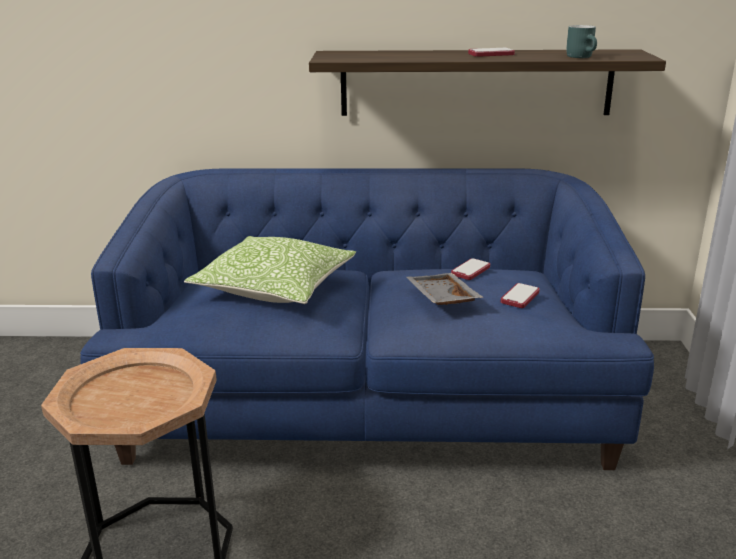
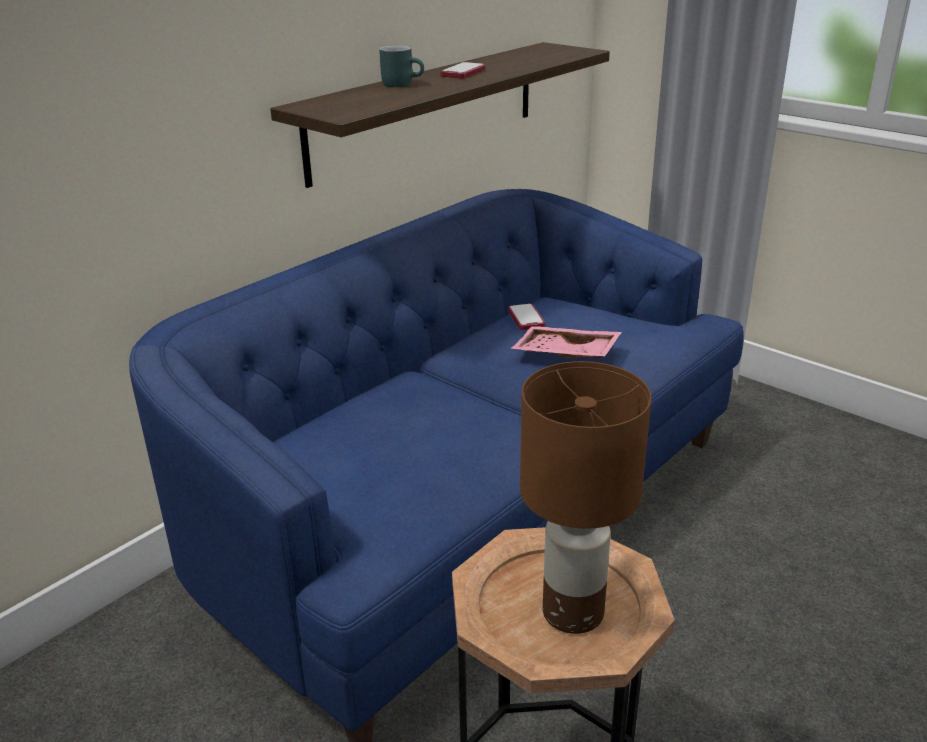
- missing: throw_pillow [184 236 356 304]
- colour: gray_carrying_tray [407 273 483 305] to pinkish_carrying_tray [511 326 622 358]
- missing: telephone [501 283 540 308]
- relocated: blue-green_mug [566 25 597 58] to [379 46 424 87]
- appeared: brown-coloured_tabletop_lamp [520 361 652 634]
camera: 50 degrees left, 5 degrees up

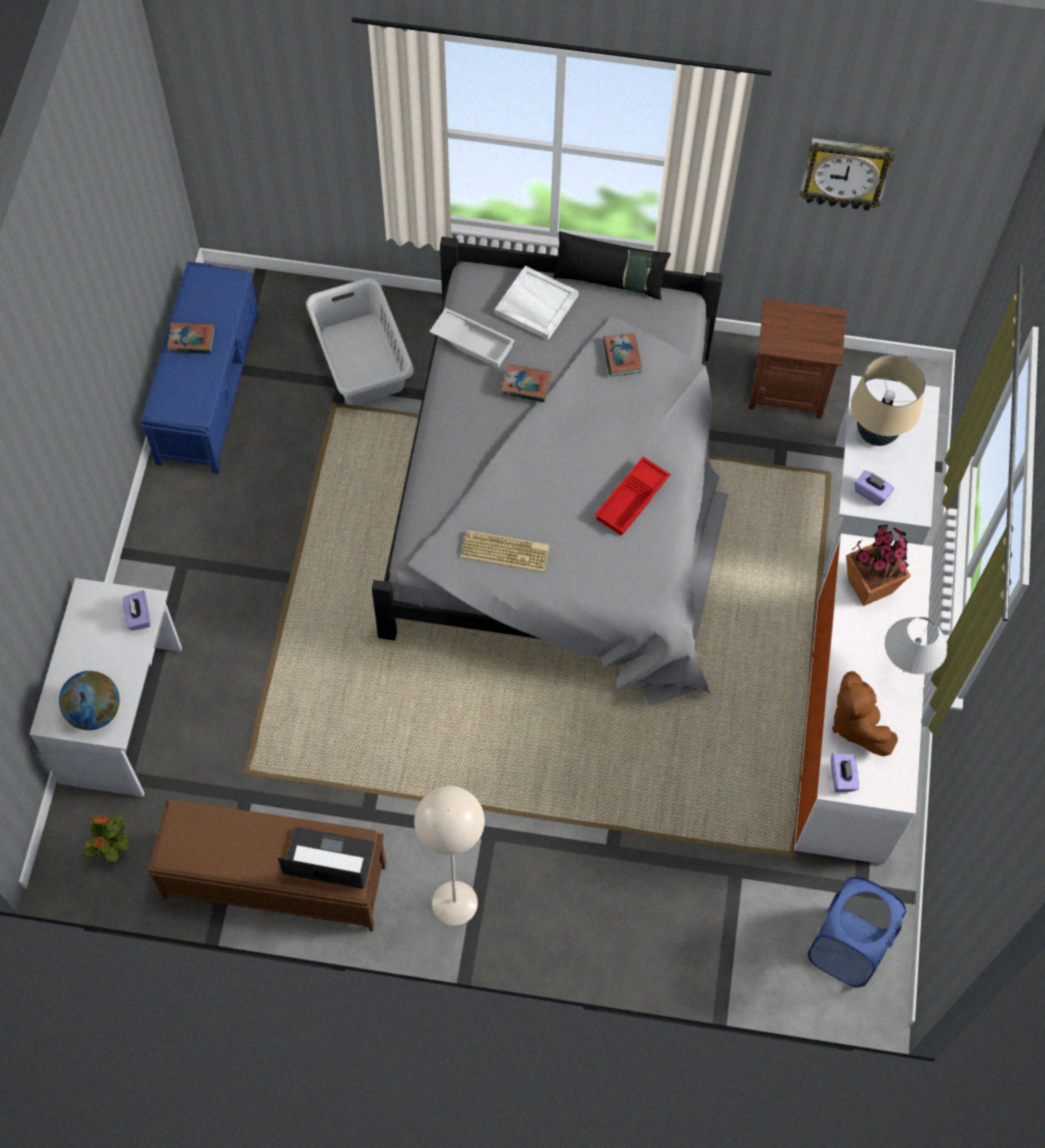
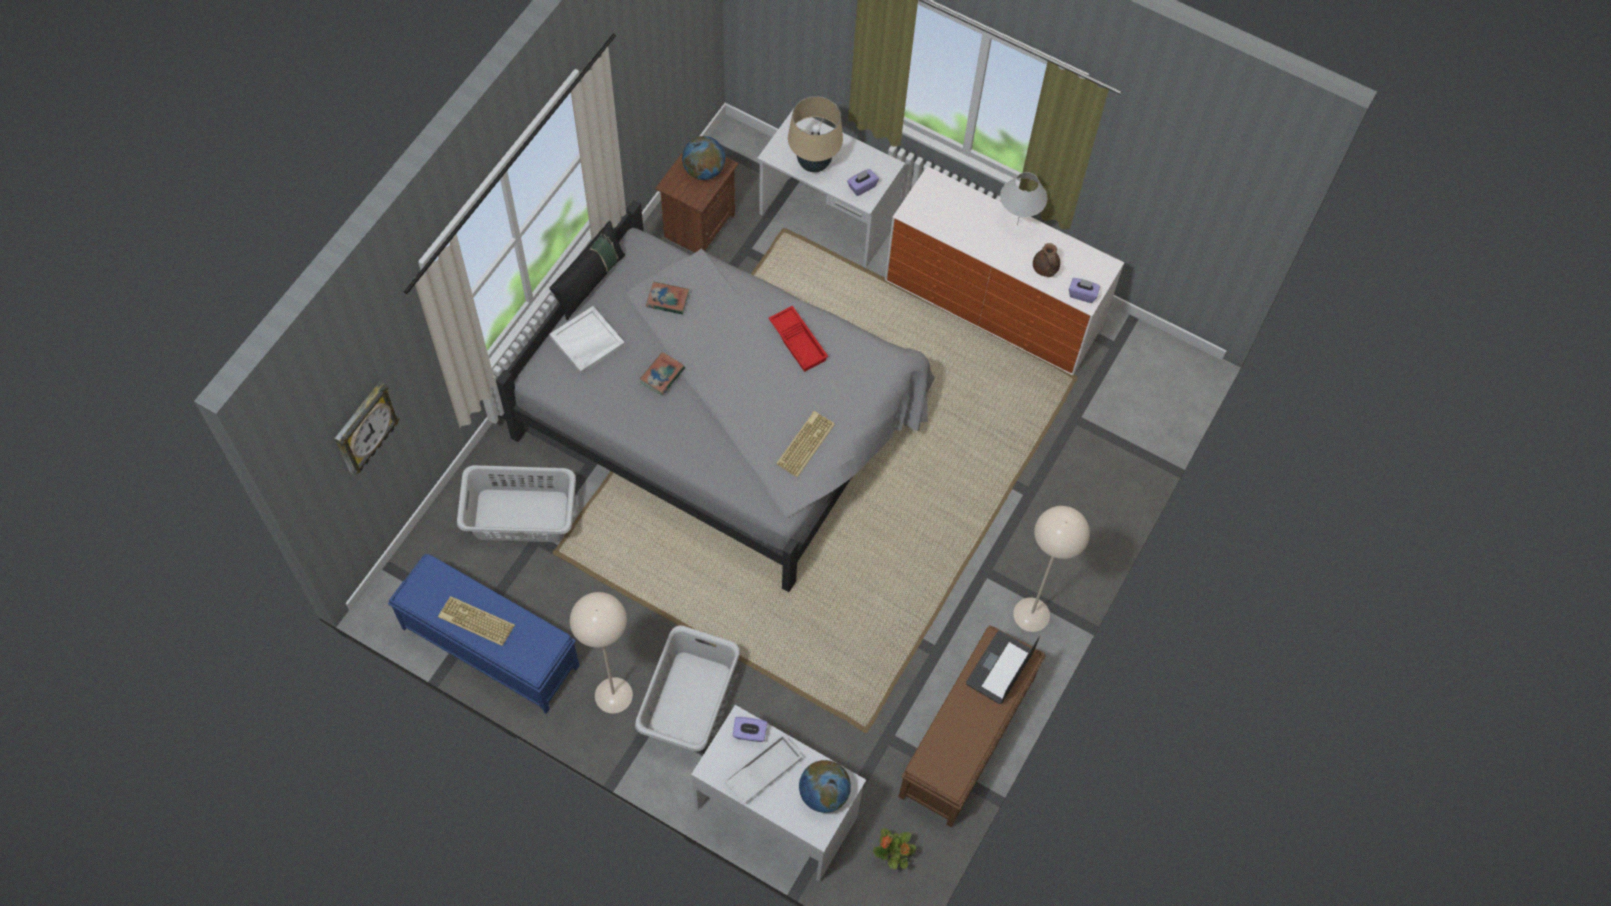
- exchanged: volume [167 322 214 354] to PC_keyboard [438 596 515 646]
- relocated: whitish_carrying_tray [429 308 515 368] to [723 733 803 804]
- relocated: clock_on_the_wall [799 137 895 211] to [334 381 400 475]
- missing: bluish_hamper [807 877 906 987]
- exchanged: brown-coloured_soft_toy [832 671 898 756] to brown-coloured_tea_pot [1033 243 1060 277]
- missing: potted_plant [846 525 911 606]
- appeared: sand-coloured_floor_lamp [570 592 633 713]
- appeared: gray_hamper [635 625 740 751]
- appeared: world_globe [682 136 726 180]
camera: 70 degrees left, 0 degrees up

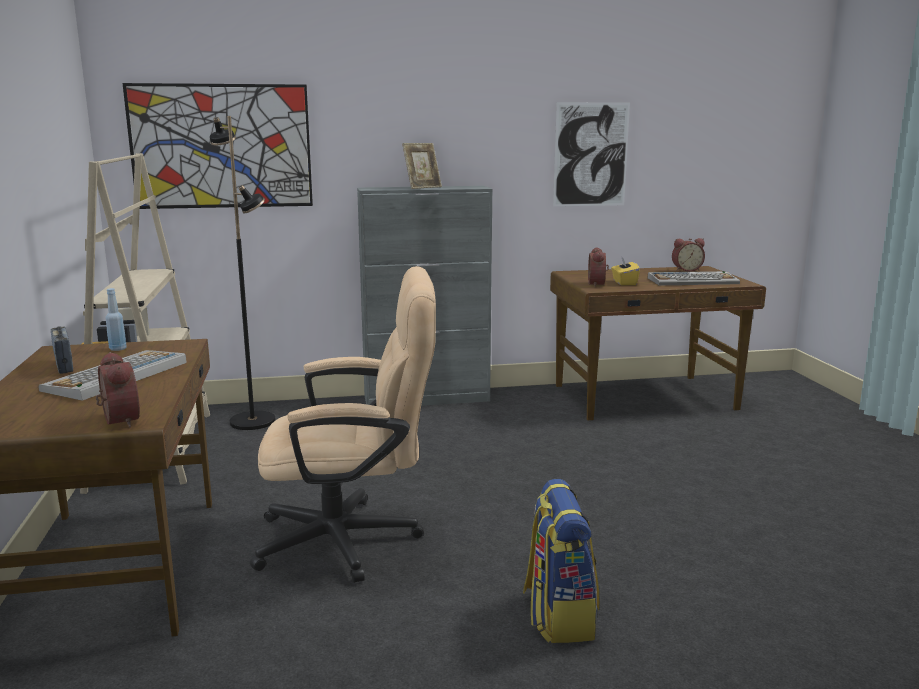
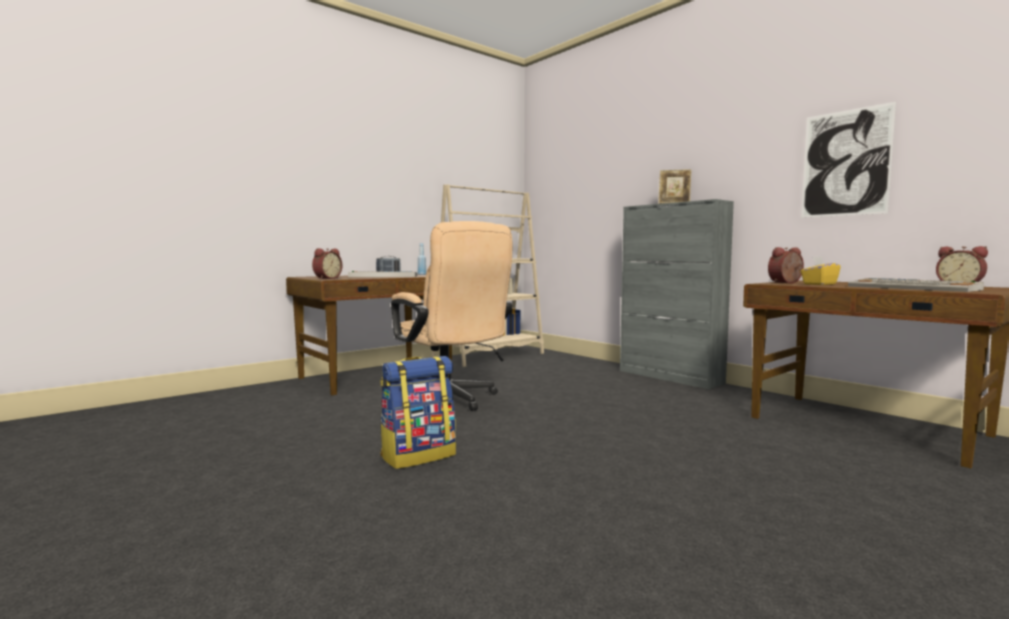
- missing: picture [122 83 313 209]
- missing: black-coloured_floor_lamp [210 116 275 430]
camera: 60 degrees right, 10 degrees down

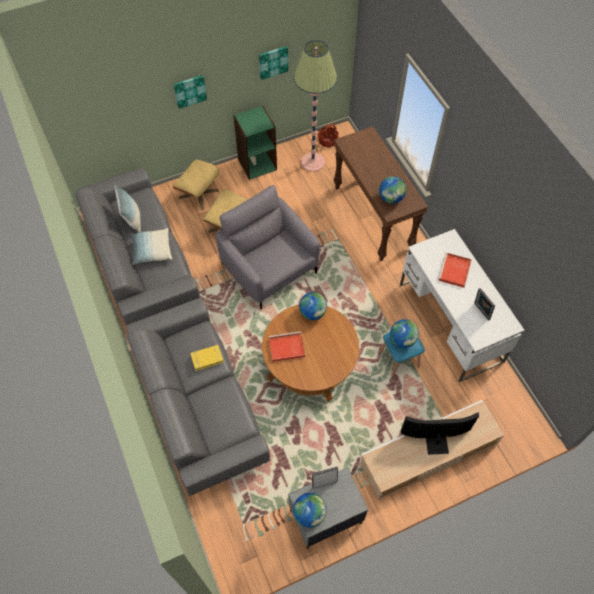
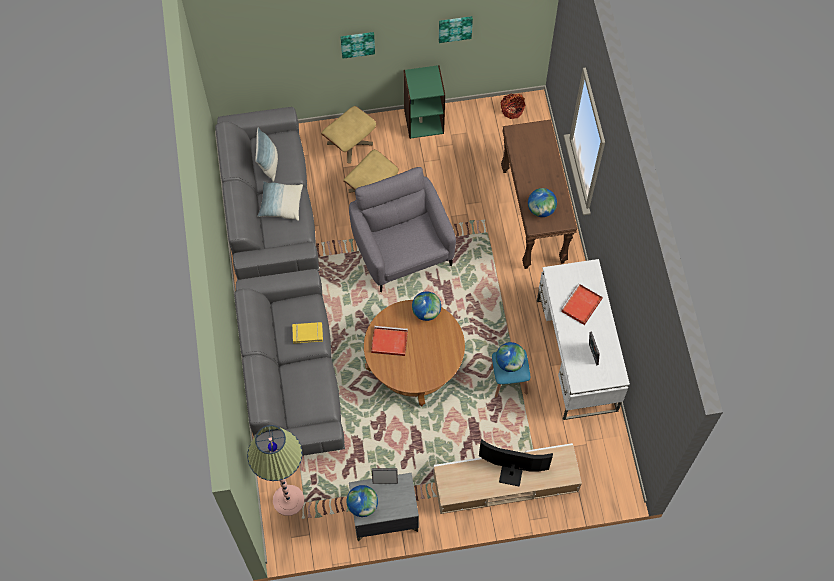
- relocated: floor_lamp [294 40 337 172] to [247 425 304 516]
camera: 15 degrees right, 5 degrees up

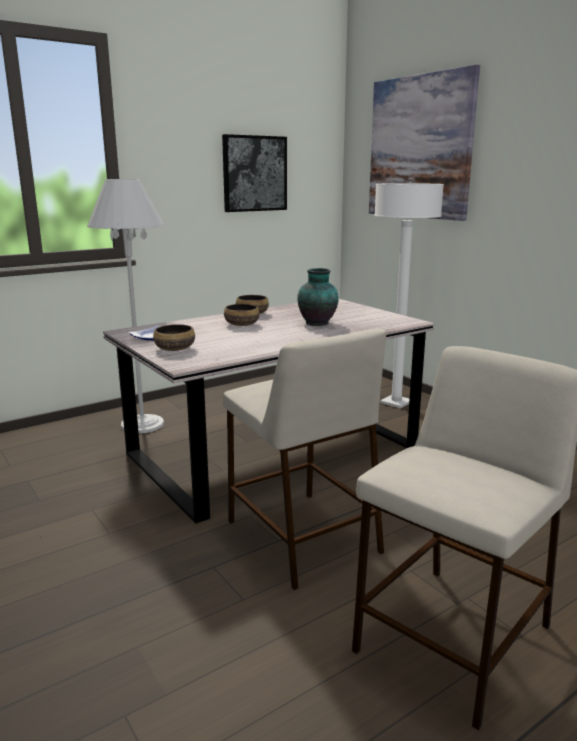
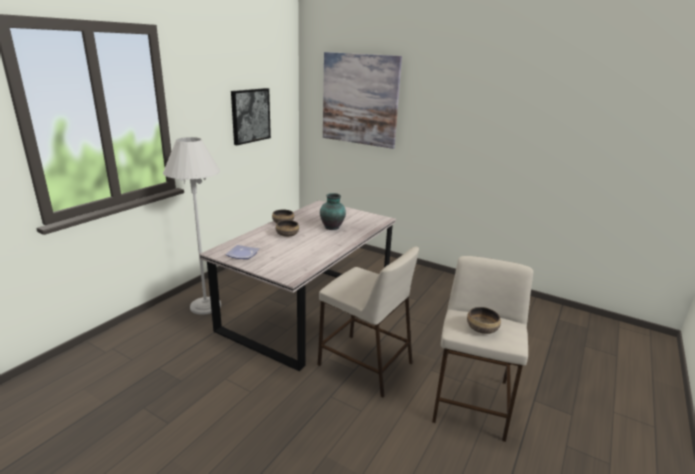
- relocated: bowl [153 324 195 351] to [467 307 501 334]
- missing: whitish_floor_lamp [374 183 444 408]
camera: 25 degrees left, 5 degrees up

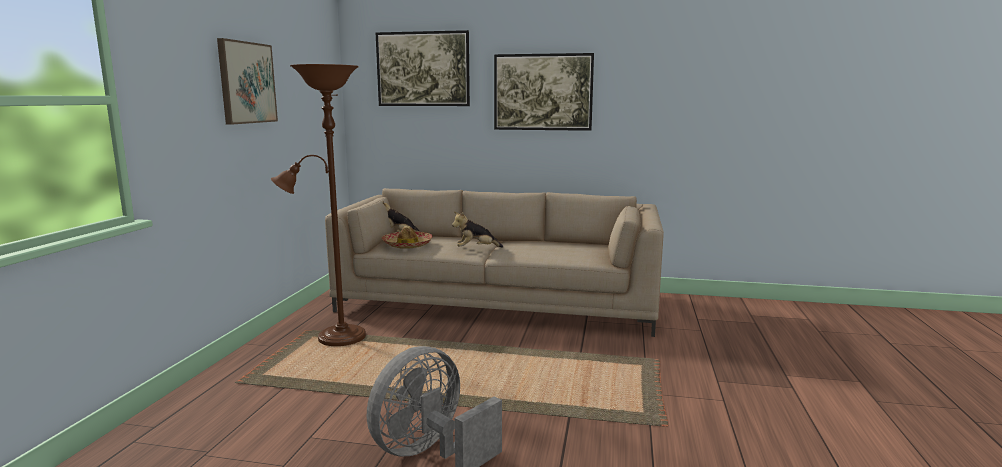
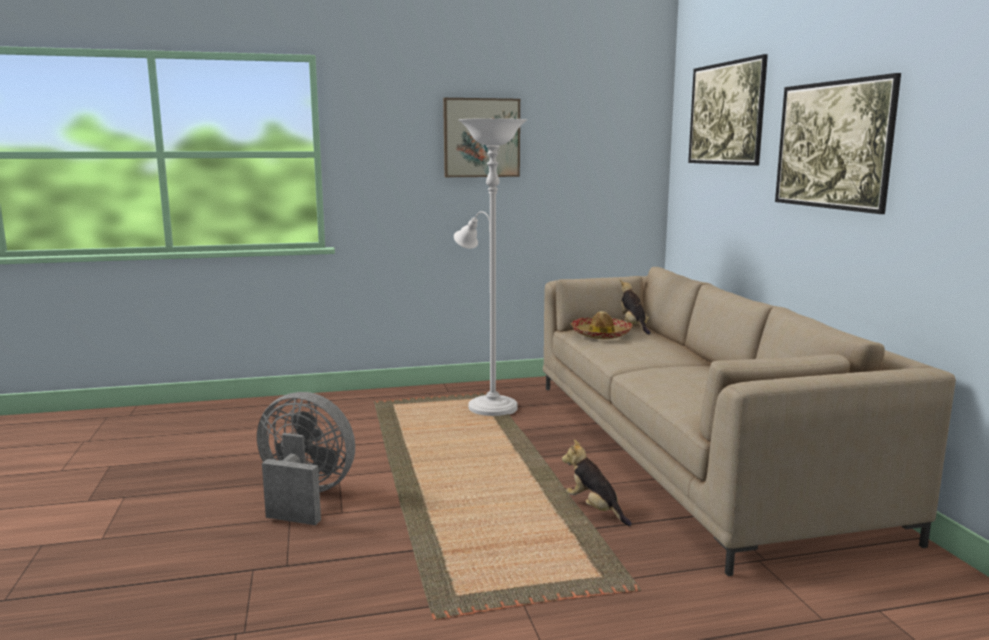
- colour: brown-coloured_floor_lamp [271 64 366 346] to whitish_floor_lamp [454 118 527 416]
- relocated: soft_toy [452 212 503 248] to [562 439 632 526]
camera: 65 degrees right, 0 degrees up

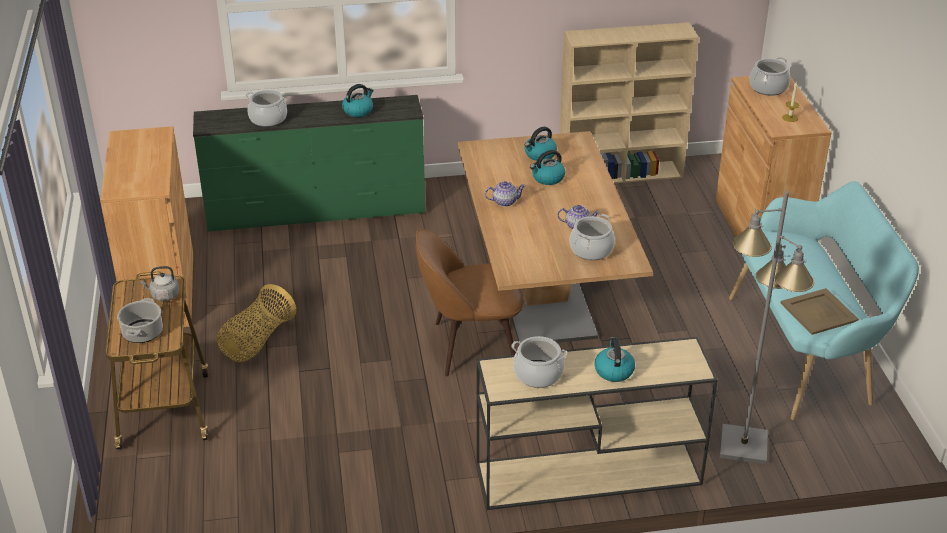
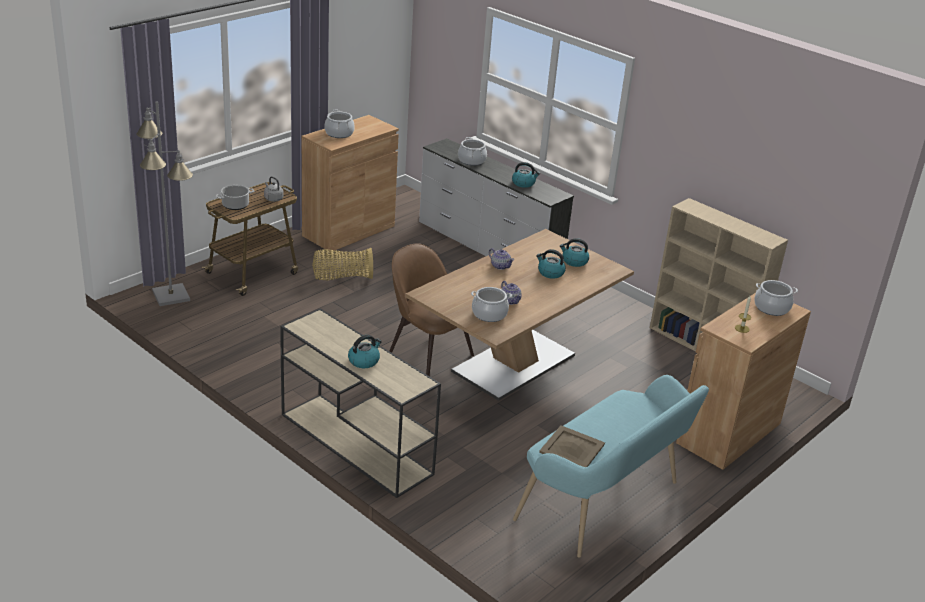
- colour: green_dresser [193 95 425 232] to whitish_dresser [419 138 574 256]
- relocated: stockpot [511 336 567 388] to [324 110 355 138]
- relocated: gray_floor_lamp [720 191 814 464] to [136 101 193 306]
camera: 50 degrees right, 5 degrees down

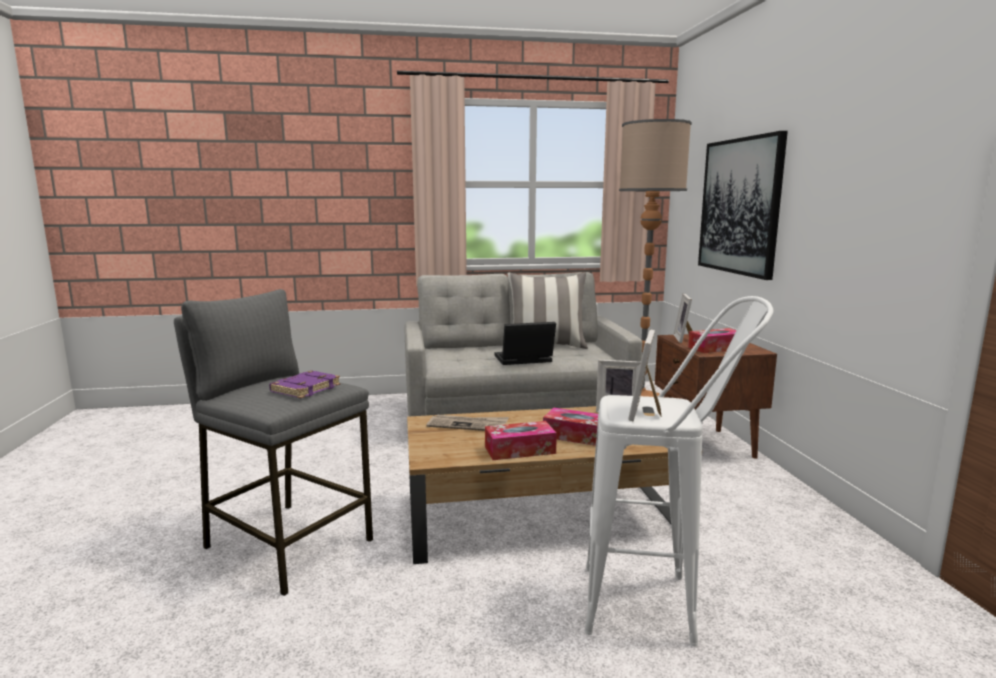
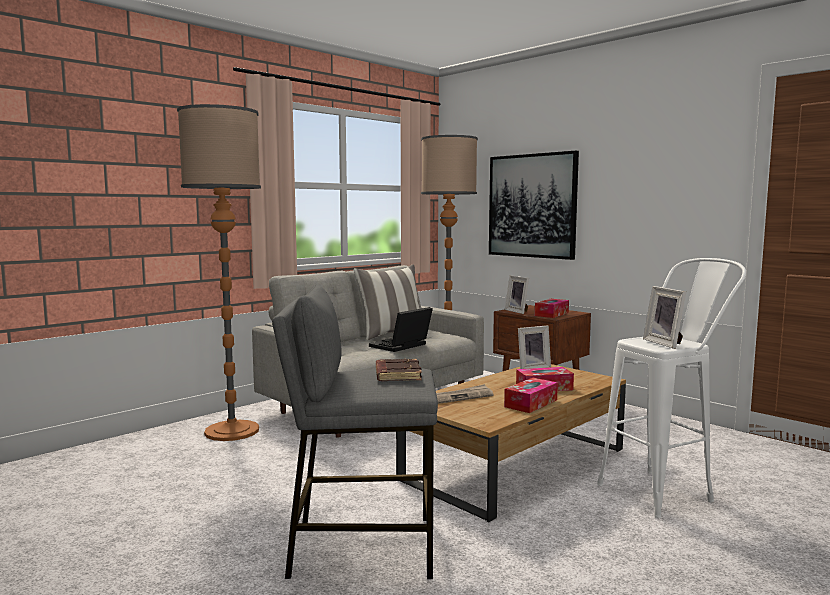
- colour: purple-coloured_volume [269 371 340 398] to brown-coloured_volume [376 359 422 381]
- appeared: floor_lamp [177 104 261 441]
camera: 35 degrees left, 5 degrees down

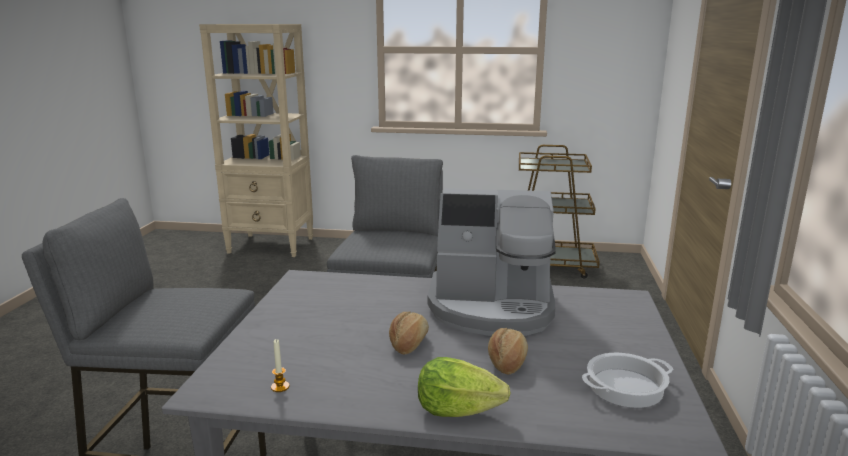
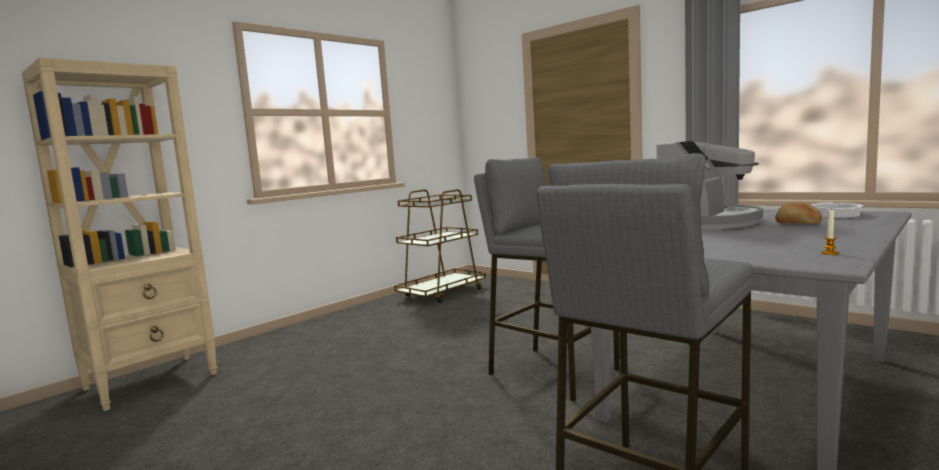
- missing: bakery_bread [389 311 429 354]
- missing: lettuce [418 357 511 417]
camera: 55 degrees left, 10 degrees down

